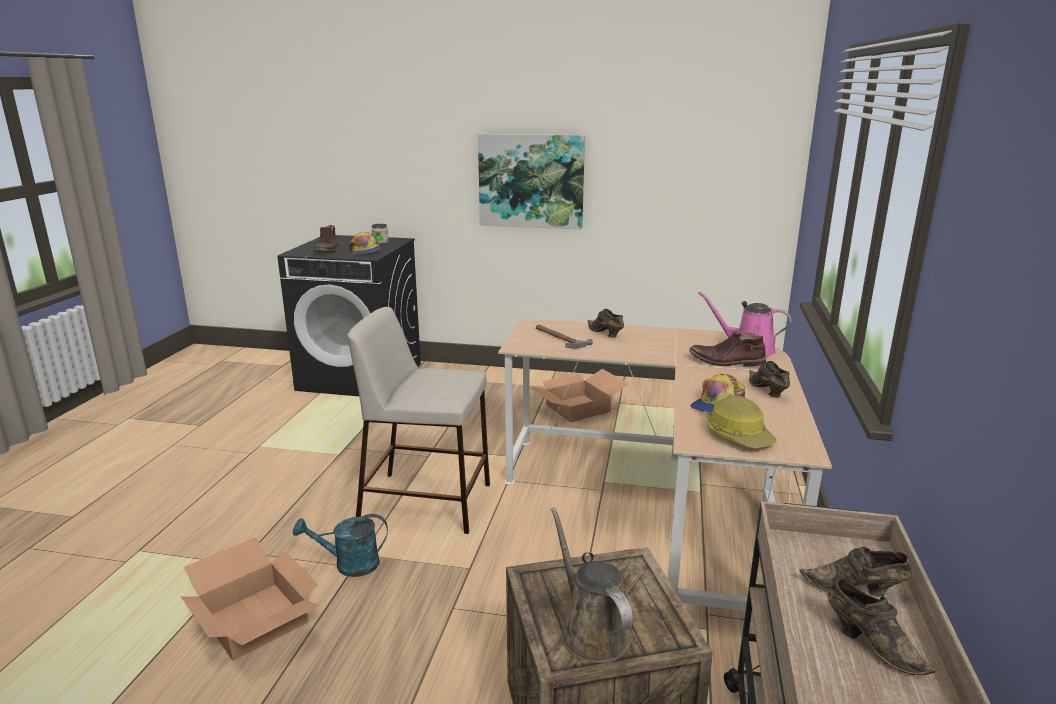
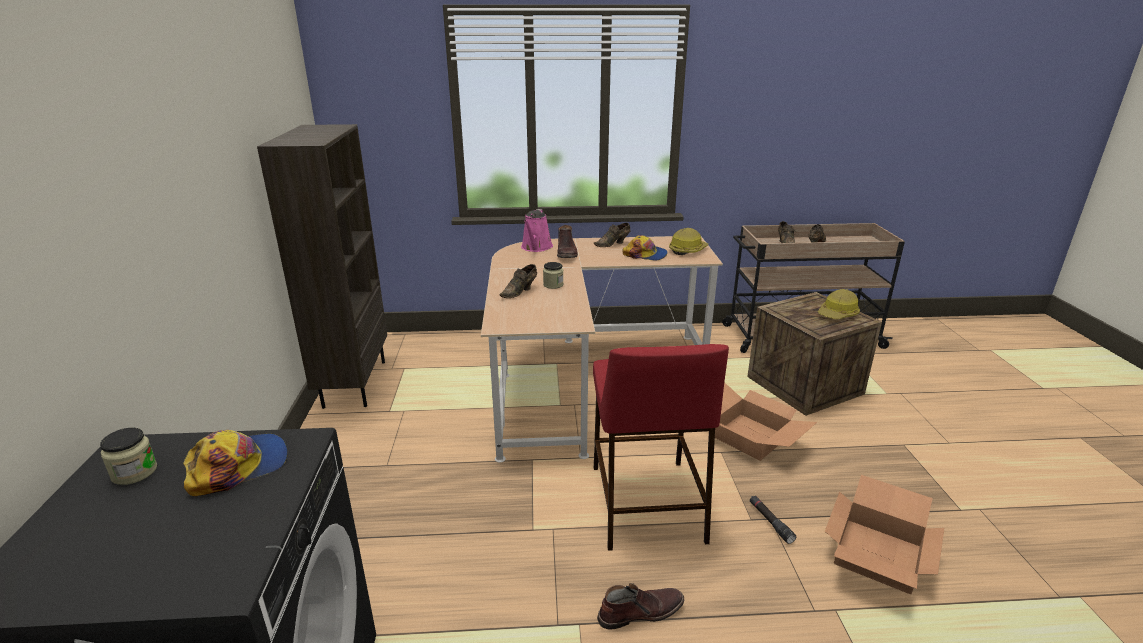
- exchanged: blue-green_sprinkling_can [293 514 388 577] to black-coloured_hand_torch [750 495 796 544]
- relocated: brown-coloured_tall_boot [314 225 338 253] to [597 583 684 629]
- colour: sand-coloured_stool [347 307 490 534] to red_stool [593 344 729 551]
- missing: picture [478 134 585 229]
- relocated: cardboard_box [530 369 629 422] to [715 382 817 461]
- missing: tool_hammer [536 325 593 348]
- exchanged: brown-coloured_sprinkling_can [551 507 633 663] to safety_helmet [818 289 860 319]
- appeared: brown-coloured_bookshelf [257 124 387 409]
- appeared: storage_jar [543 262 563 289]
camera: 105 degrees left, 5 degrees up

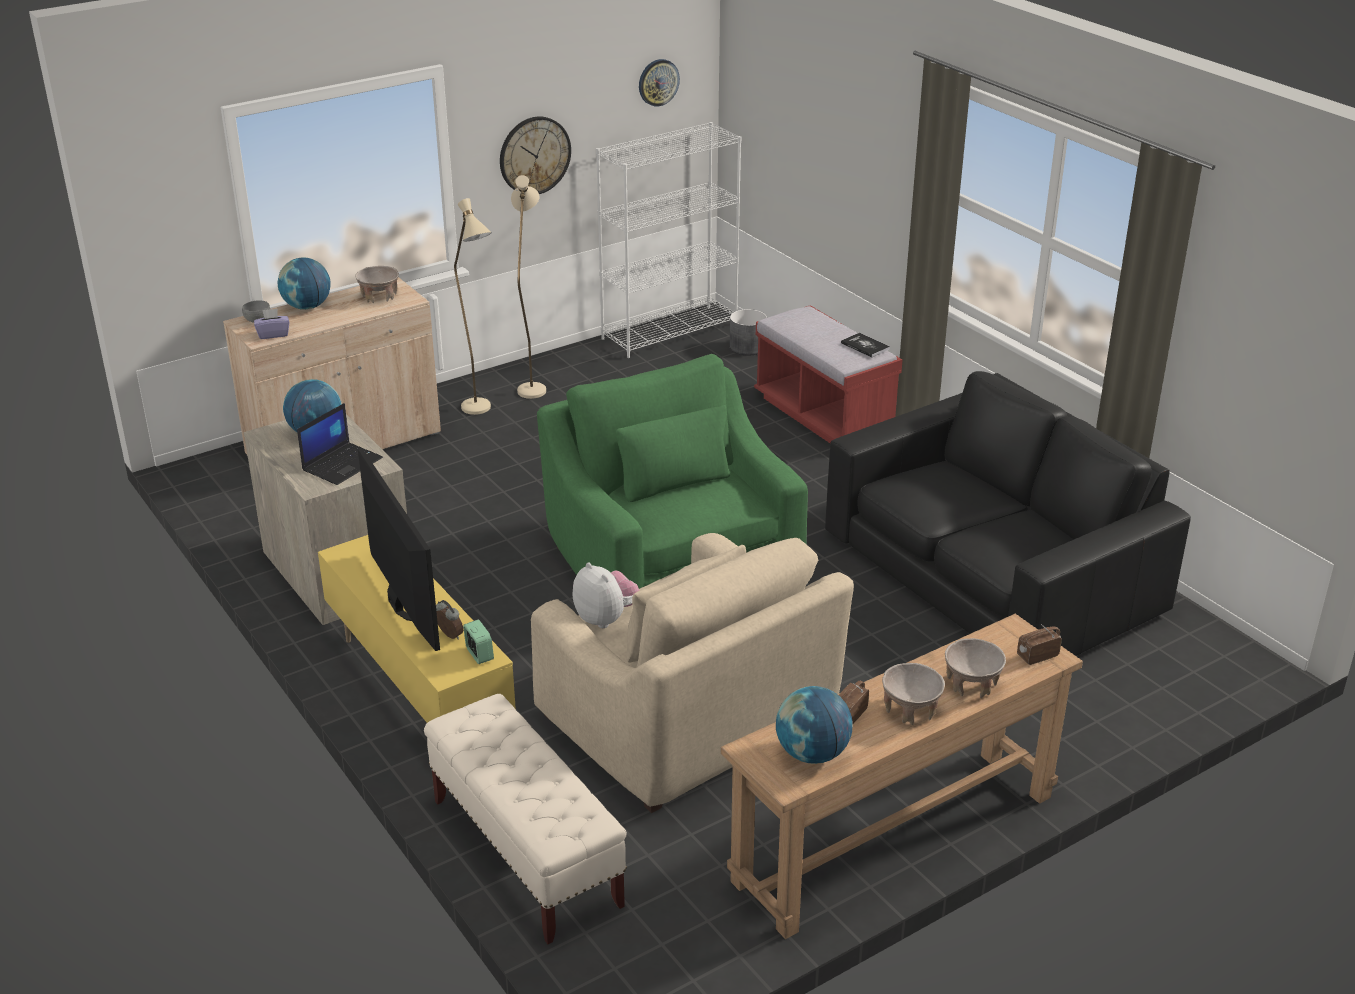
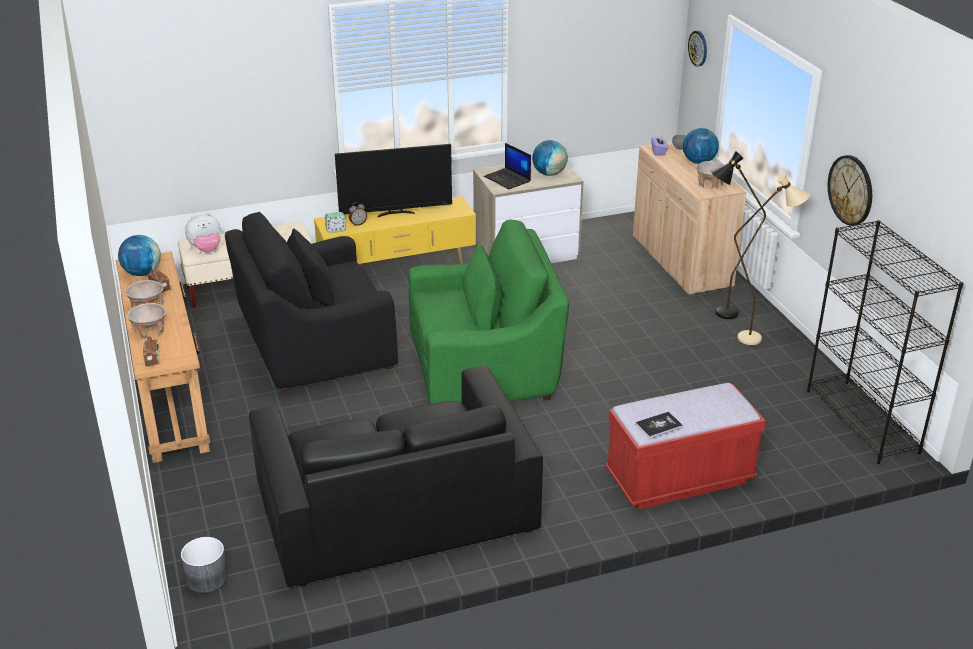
- colour: sand-coloured_floor_lamp [454 198 492 415] to black-coloured_floor_lamp [710 151 766 319]
- colour: sand-coloured_armchair [531 533 854 813] to black-coloured_armchair [225 212 398 394]
- relocated: soft_toy [573 562 639 628] to [185 213 221 252]
- colour: whitish_bookshelf [596 122 741 358] to black-coloured_bookshelf [807 220 964 464]
- relocated: clock_on_the_wall [639 59 680 106] to [688 31 707 67]
- relocated: gray_flower_pot [730 309 767 355] to [181 537 228 594]
camera: 105 degrees right, 0 degrees up

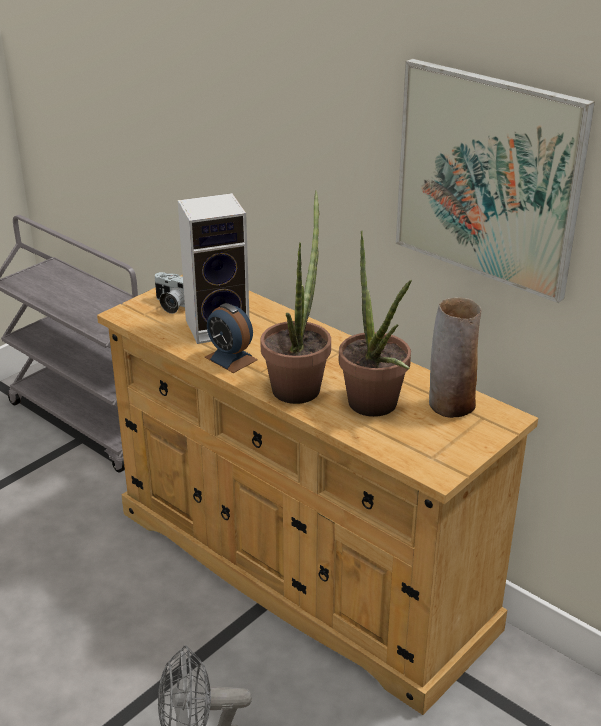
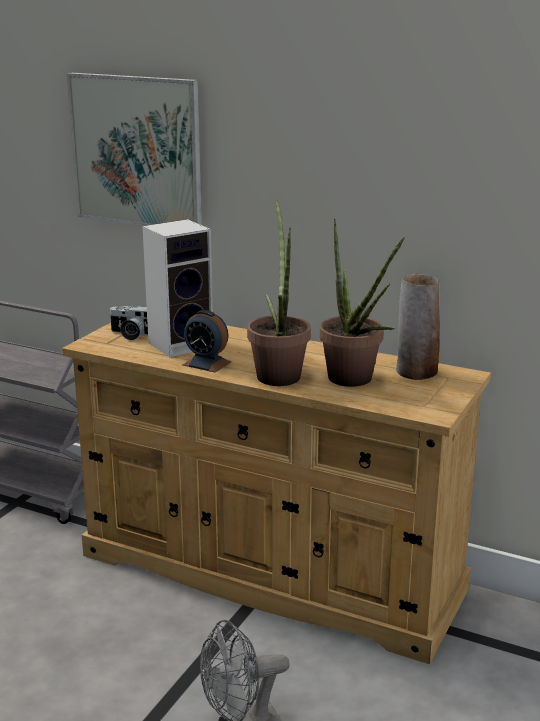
- relocated: picture [396 59 595 303] to [67 73 202 226]
camera: 15 degrees left, 10 degrees down

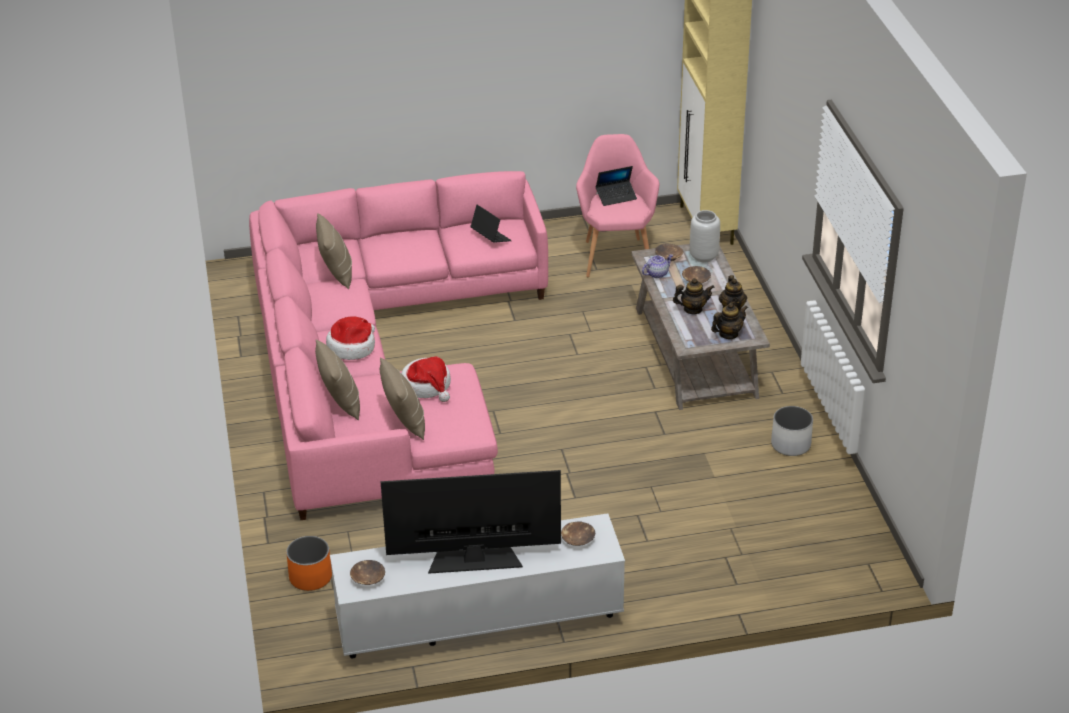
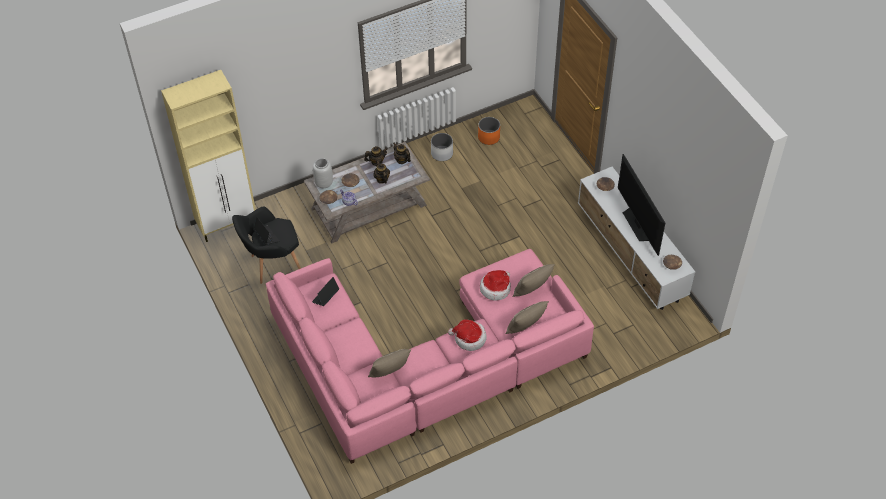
- relocated: orange_flower_pot [286 536 332 591] to [478 117 500 145]
- colour: pinkish_armchair [576 134 659 277] to black-coloured_armchair [232 207 301 284]
camera: 105 degrees left, 15 degrees up

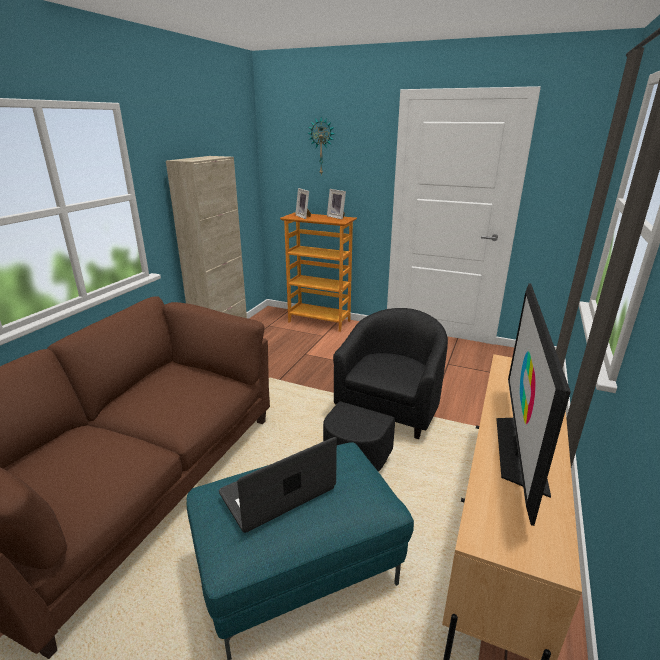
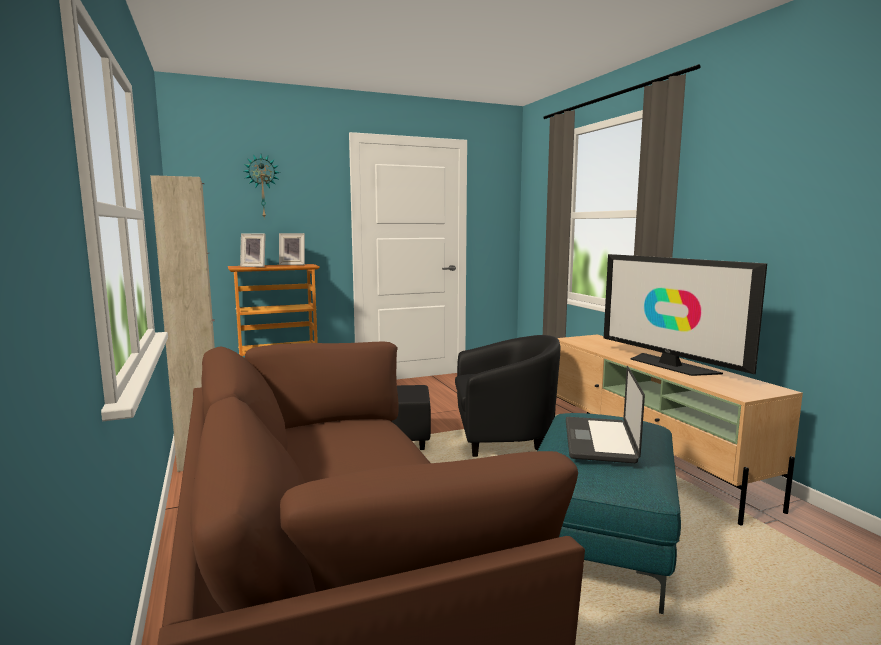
- spun: black-coloured_armchair [323 308 448 472] = [392 335 561 457] 105 degrees clockwise
camera: 45 degrees left, 15 degrees down

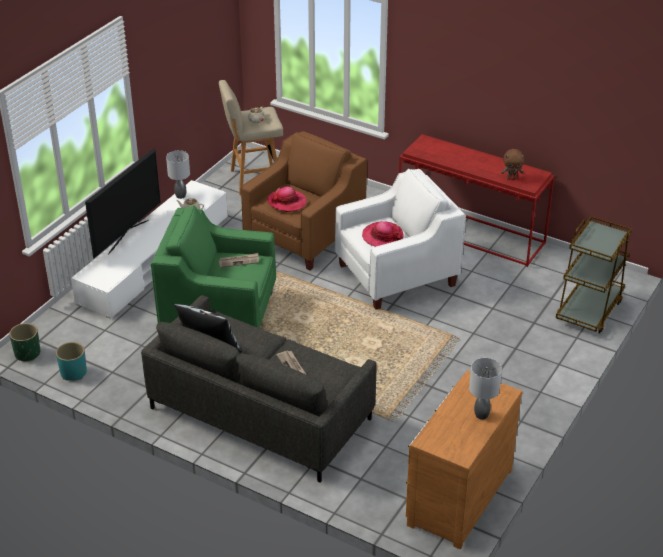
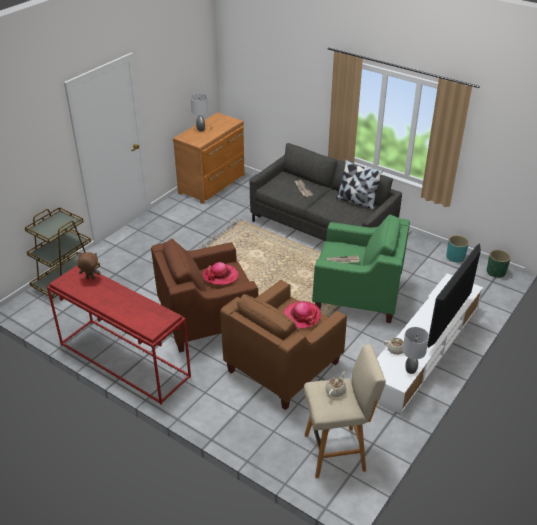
- colour: whitish_armchair [335 169 466 310] to brown-coloured_armchair [151 238 258 353]
camera: 175 degrees left, 0 degrees up

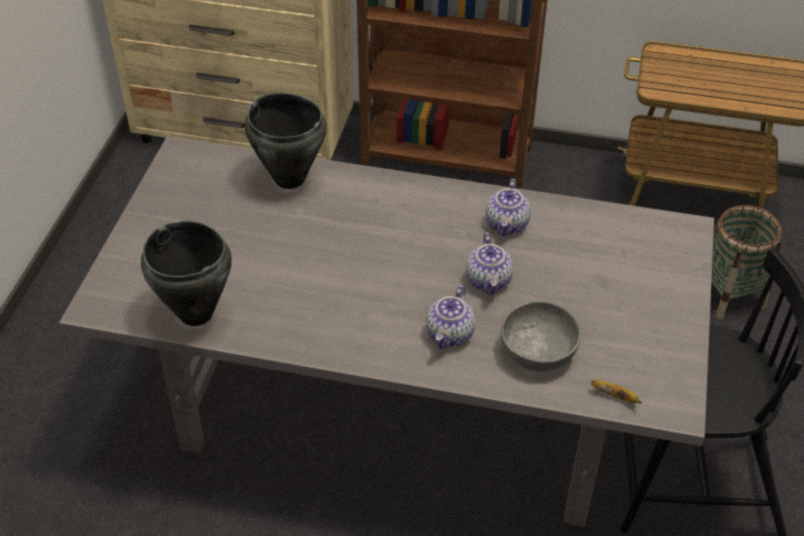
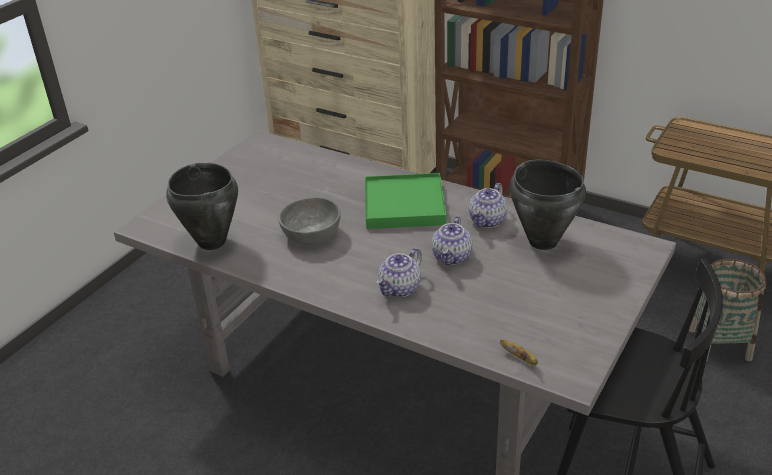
- relocated: black-coloured_stockpot [245 93 327 189] to [510 159 586 250]
- relocated: gray_bowl [501 301 581 372] to [279 197 341 245]
- appeared: green_carrying_tray [365 173 446 229]
camera: 20 degrees right, 10 degrees down

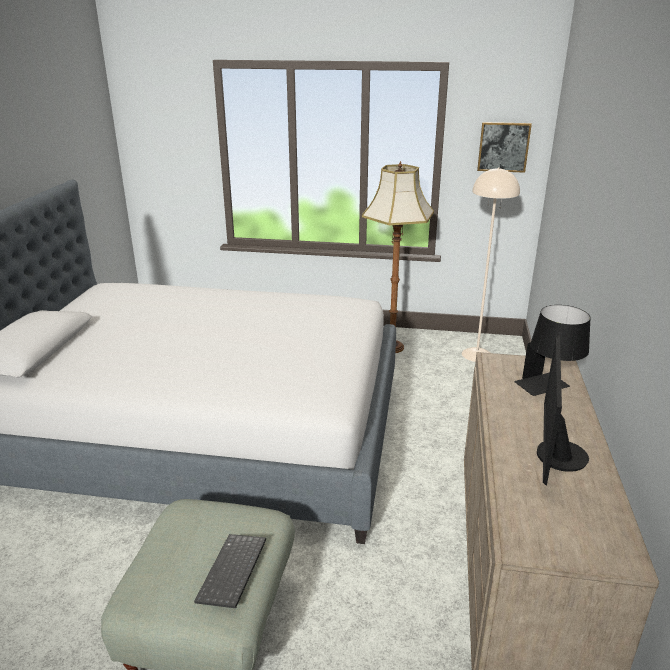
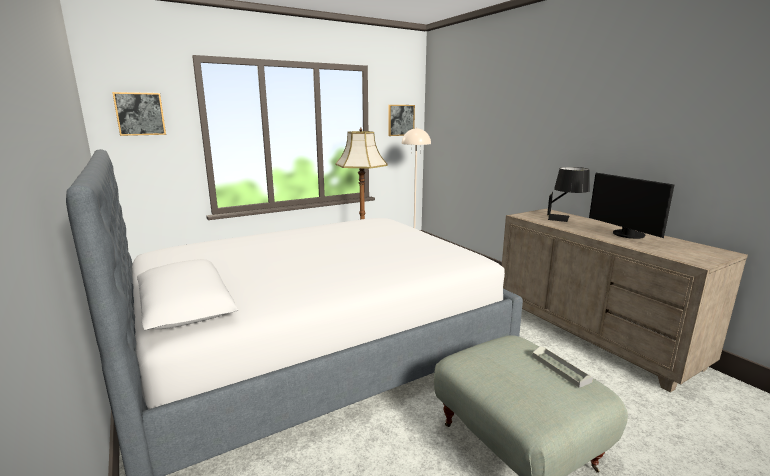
- exchanged: PC_keyboard [194 534 266 608] to gray_carrying_tray [532 346 593 388]
- appeared: picture [112 92 166 136]
camera: 40 degrees left, 10 degrees down

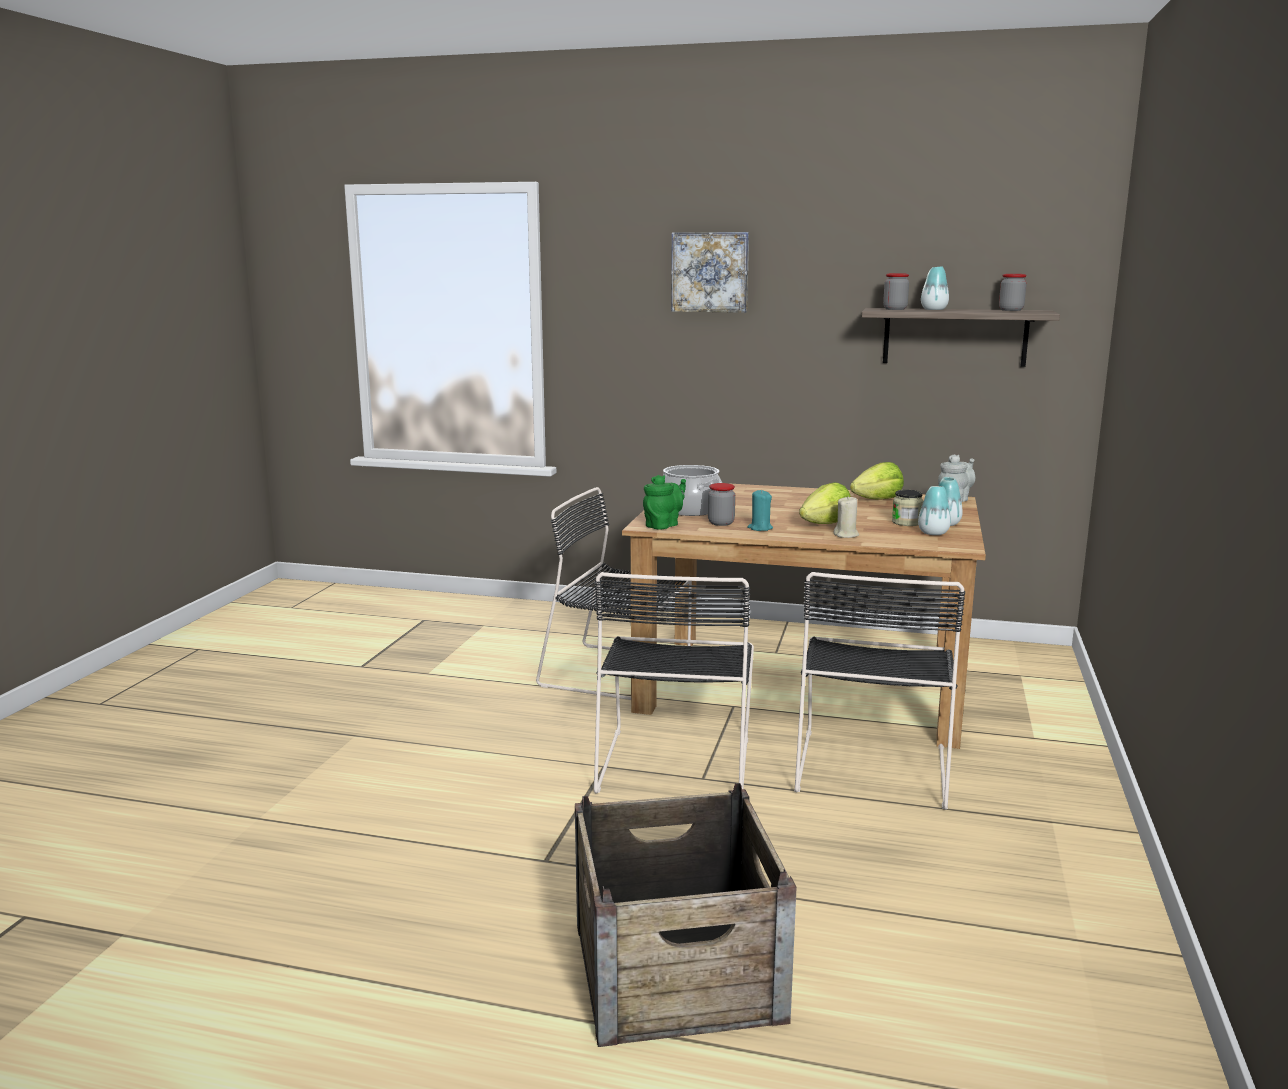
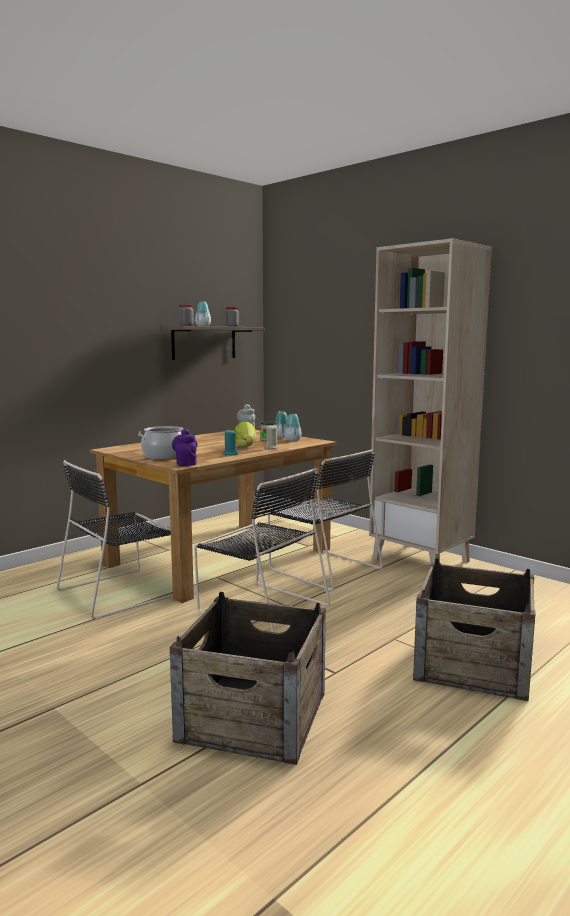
- colour: green_tea_pot [643 475 686 530] to purple-coloured_tea_pot [172 428 197 466]
- missing: picture [671 232 749 313]
- missing: storage_jar [708 483 735 526]
- missing: lettuce [850 462 904 500]
- appeared: shipping_crate [170 592 326 765]
- appeared: sand-coloured_bookshelf [369 238 492 564]
camera: 60 degrees left, 5 degrees down

